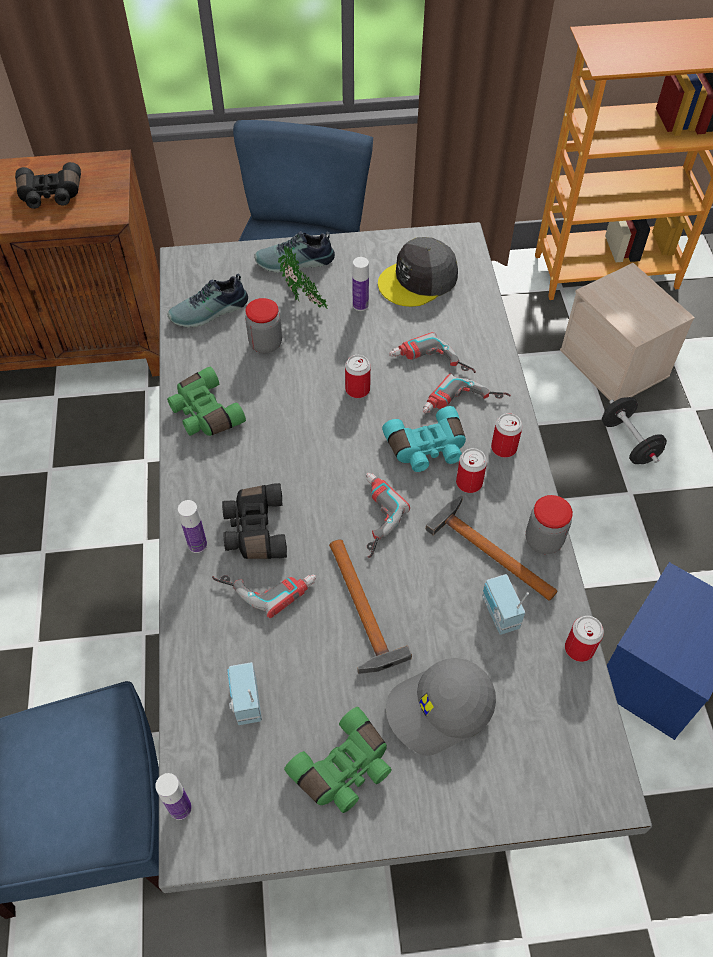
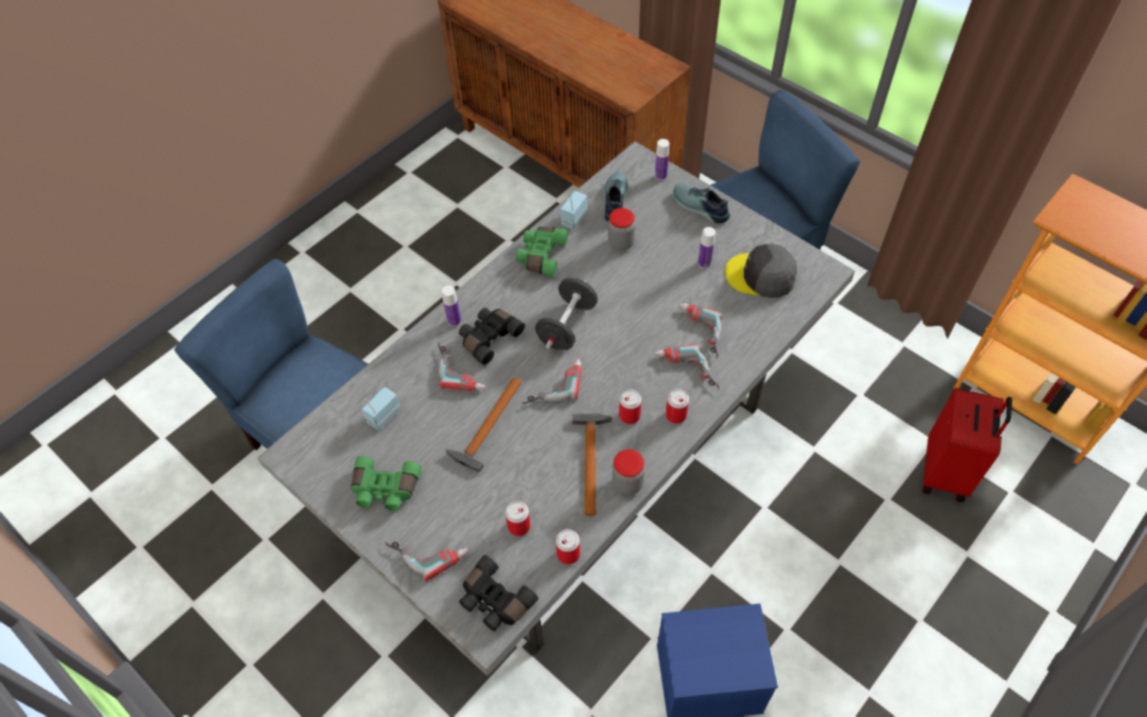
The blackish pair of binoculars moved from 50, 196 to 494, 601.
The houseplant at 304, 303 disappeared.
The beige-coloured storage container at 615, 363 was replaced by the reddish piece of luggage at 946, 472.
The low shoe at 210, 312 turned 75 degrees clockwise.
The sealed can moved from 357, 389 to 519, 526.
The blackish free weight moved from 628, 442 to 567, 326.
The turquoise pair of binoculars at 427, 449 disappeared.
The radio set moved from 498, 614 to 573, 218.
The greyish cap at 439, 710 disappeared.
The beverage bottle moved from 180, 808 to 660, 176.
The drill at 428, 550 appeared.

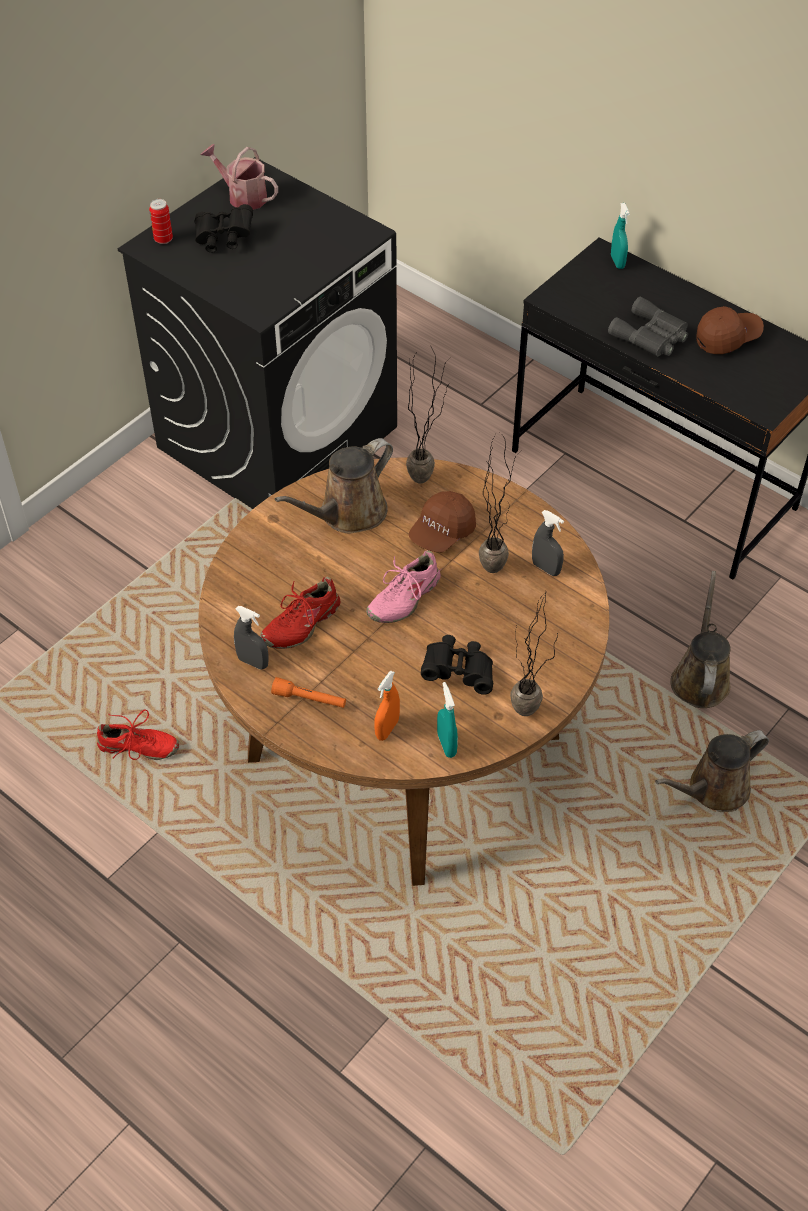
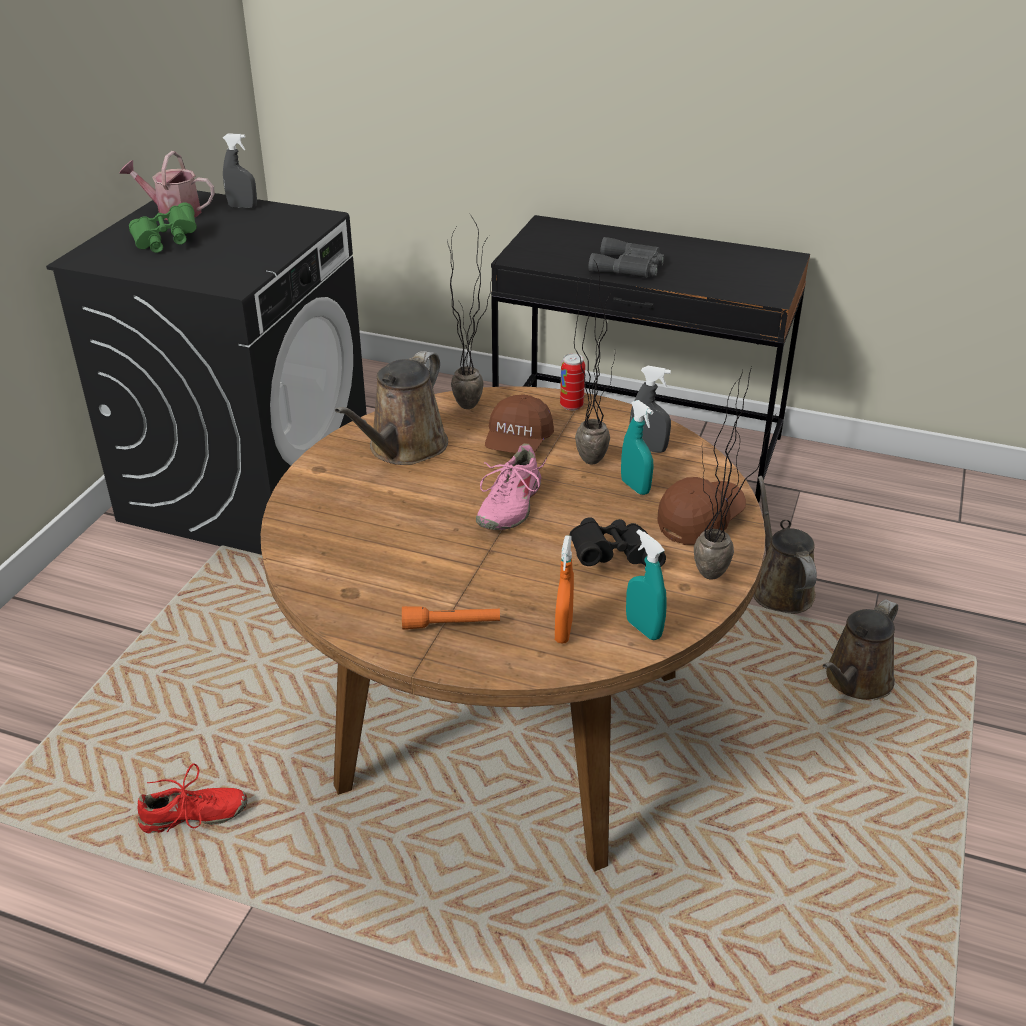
The sealed can moved from 163, 239 to 571, 406.
The turquoise hand sprayer moved from 617, 262 to 635, 487.
The blackish pair of binoculars at 223, 239 became the green pair of binoculars at 166, 242.
The brown-coloured cap moved from 727, 338 to 700, 520.
The reddish low shoe at 301, 623 disappeared.
The greyish hand sprayer moved from 253, 662 to 242, 207.

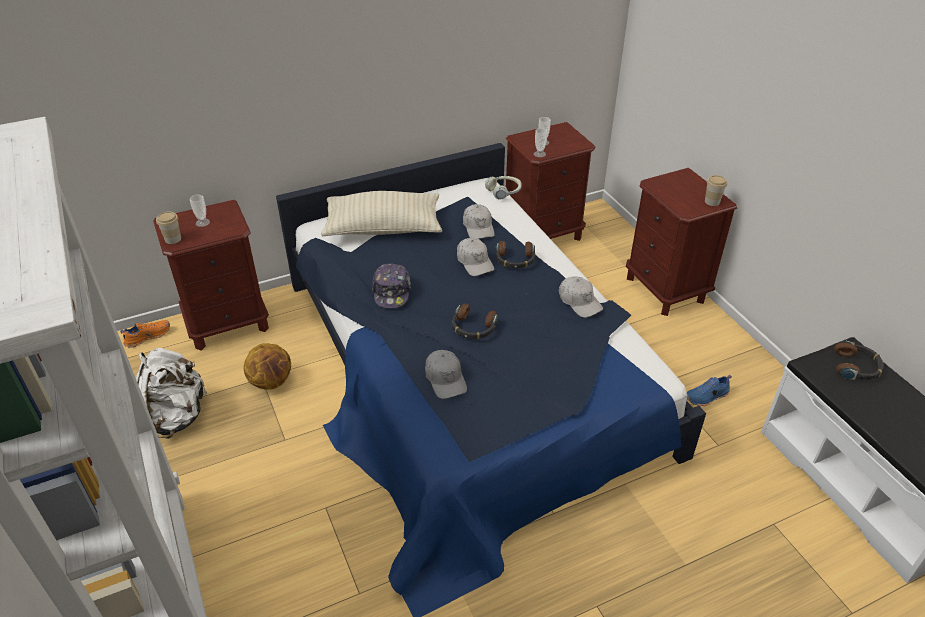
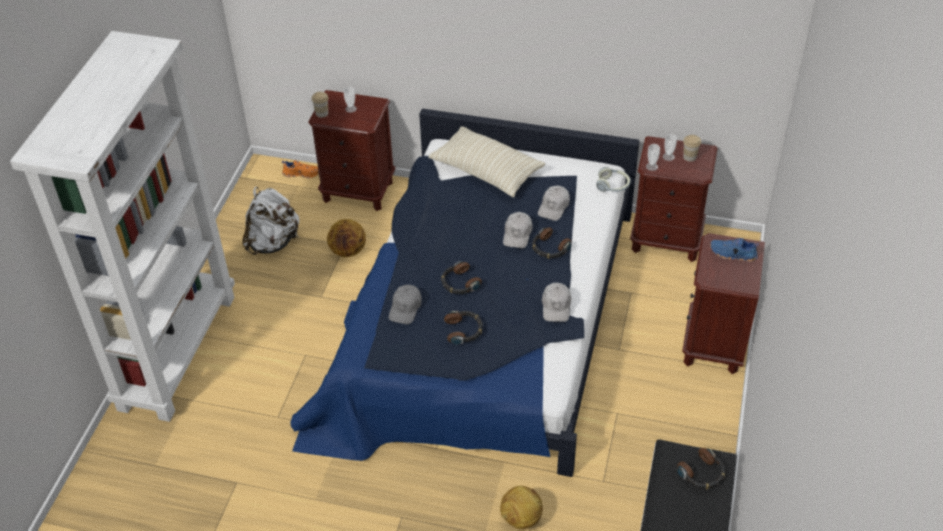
The small cup moved from 712, 202 to 689, 157.
The cap at 392, 292 disappeared.
The blue-coloured low shoe moved from 707, 397 to 732, 254.
The headphones at 464, 330 appeared.
The football ball at 521, 519 appeared.

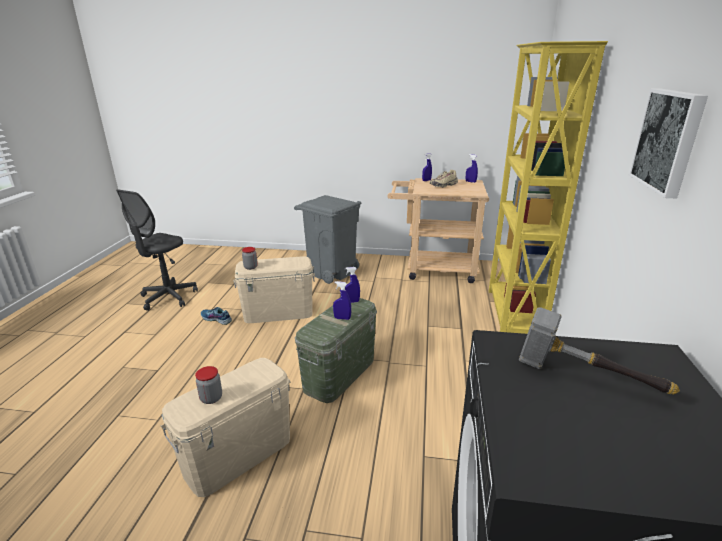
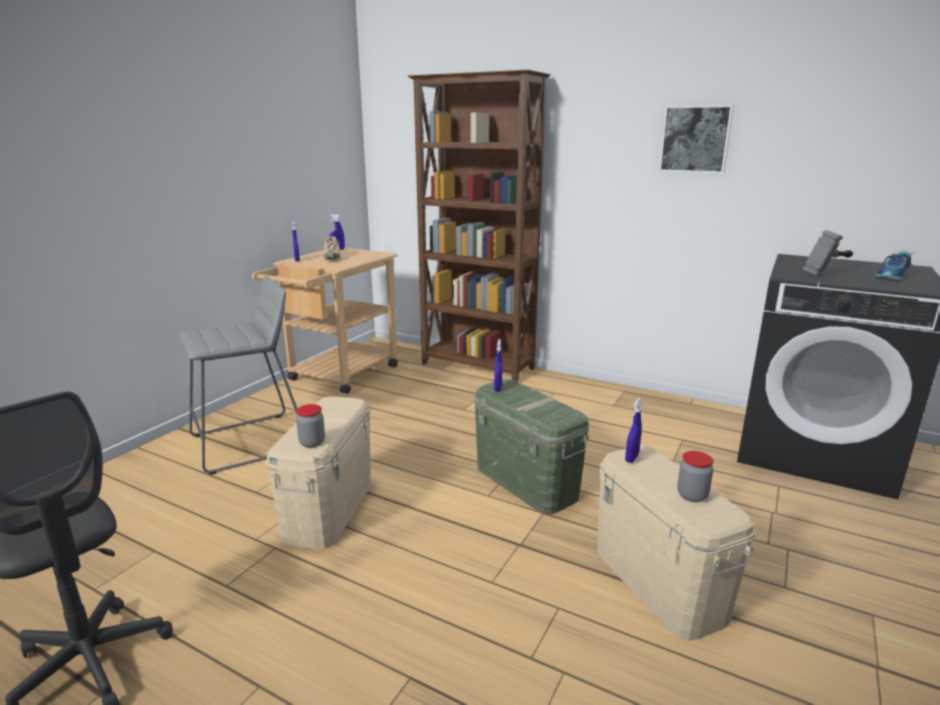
The yellowish shelving unit at 512, 315 became the brown-coloured shelving unit at 478, 367.
The greyish trash can at 330, 272 was replaced by the greyish sitting stool at 249, 443.
The blue-coloured hand sprayer moved from 342, 318 to 631, 458.
The low shoe moved from 216, 319 to 893, 277.

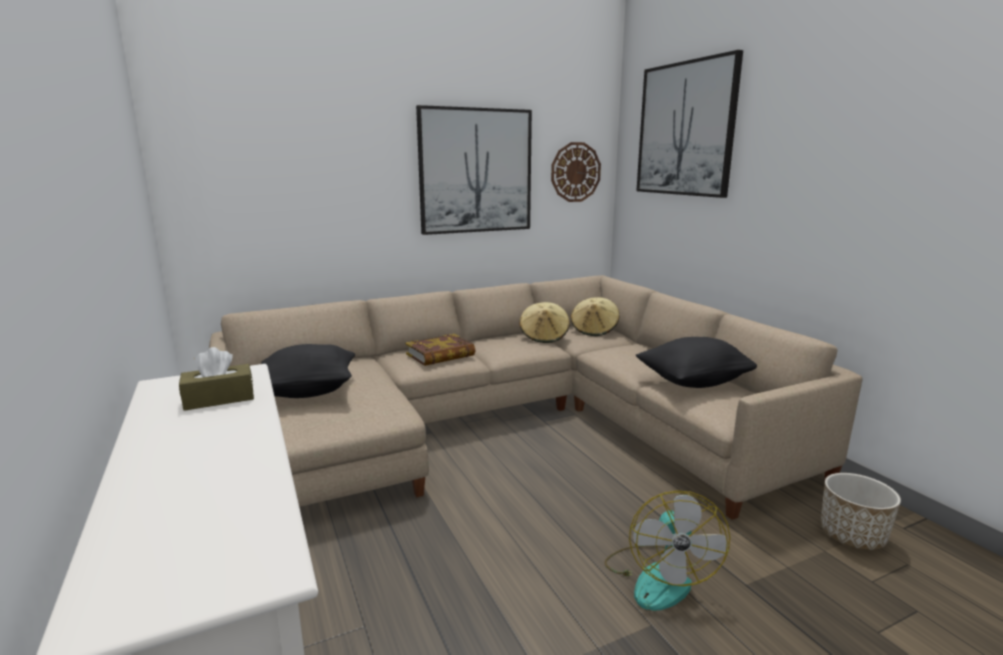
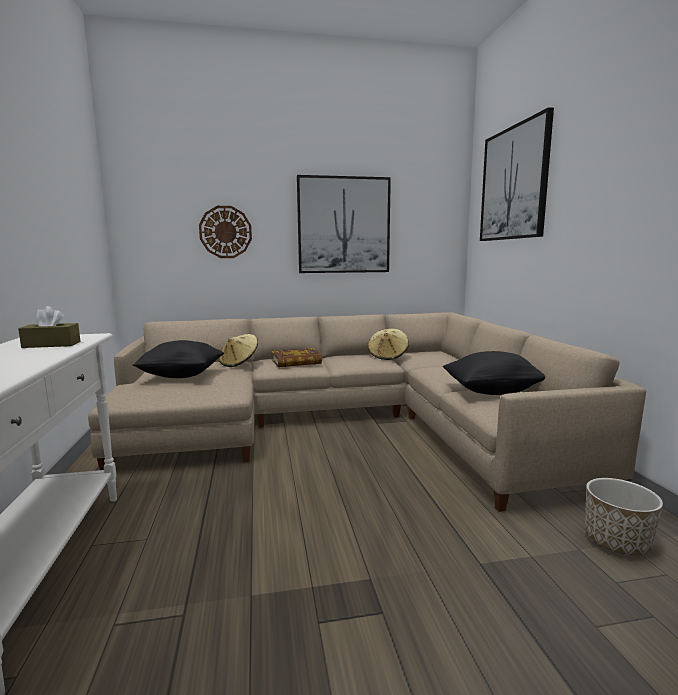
The clock on the wall moved from 575, 172 to 225, 232.
The beige-coloured wearable hat moved from 594, 330 to 239, 363.
The cooling fan at 659, 577 disappeared.

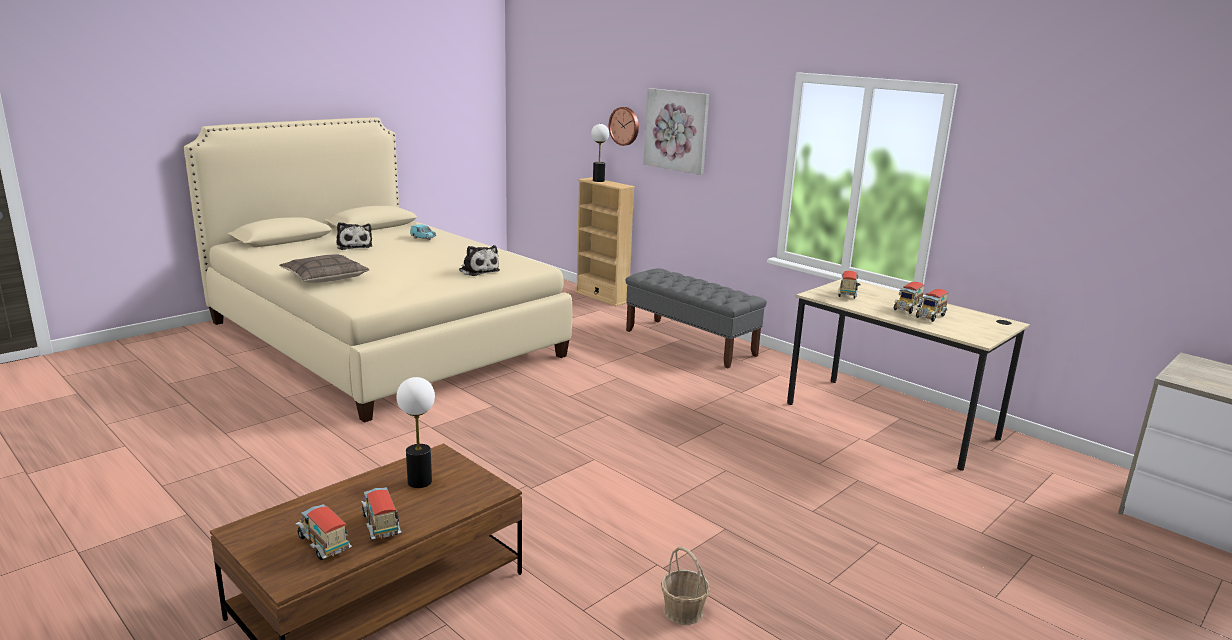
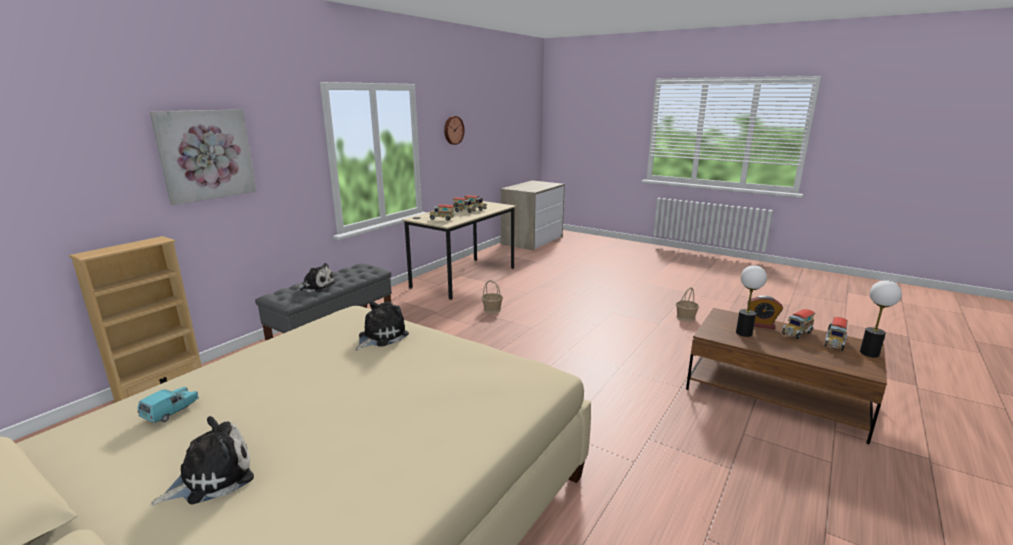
The clock on the wall moved from 625, 126 to 453, 130.
The tabletop lamp moved from 598, 181 to 869, 353.
The throw pillow at 325, 277 disappeared.
The cuddly toy at 316, 287 appeared.
The storage basket at 492, 309 appeared.
The table clock at 761, 325 appeared.

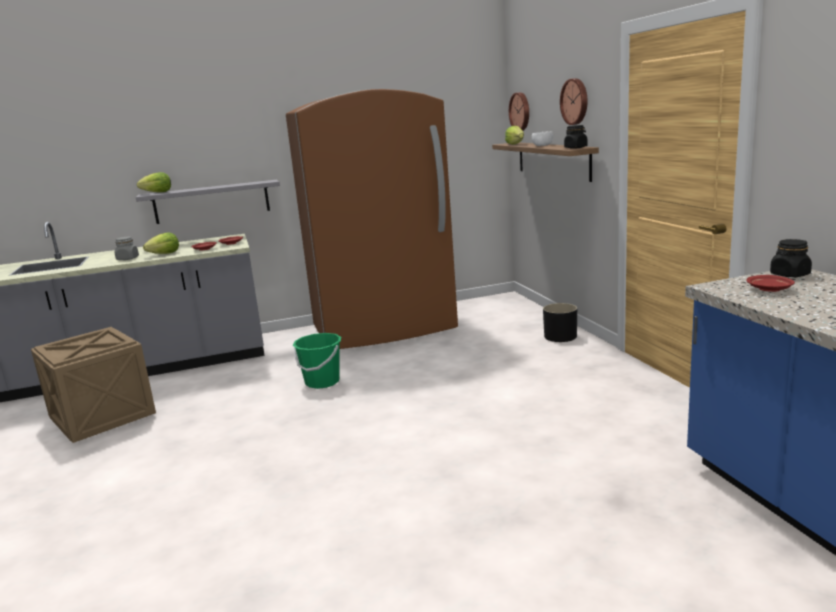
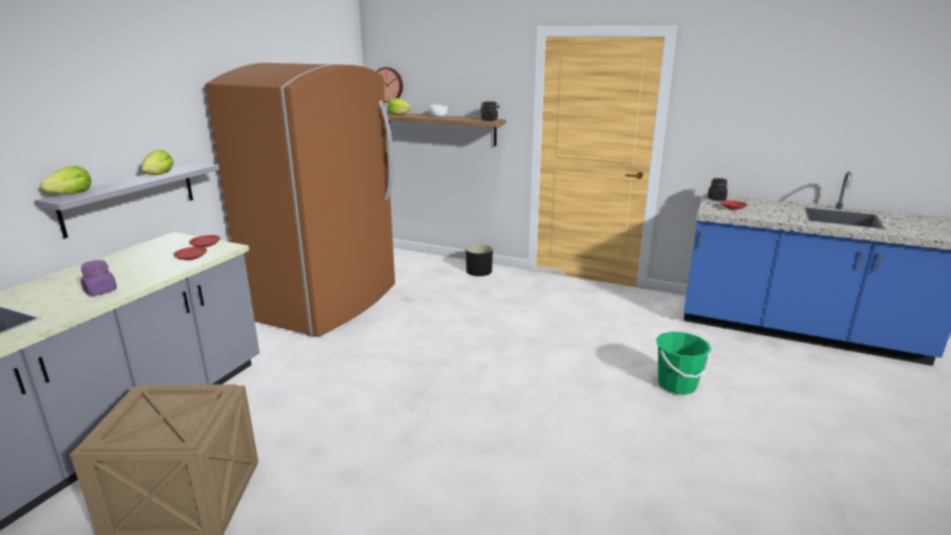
The clock on the wall at 575, 101 disappeared.
The lettuce moved from 165, 254 to 159, 175.
The greyish jar at 127, 258 became the purple jar at 101, 291.
The green bucket moved from 322, 382 to 677, 385.

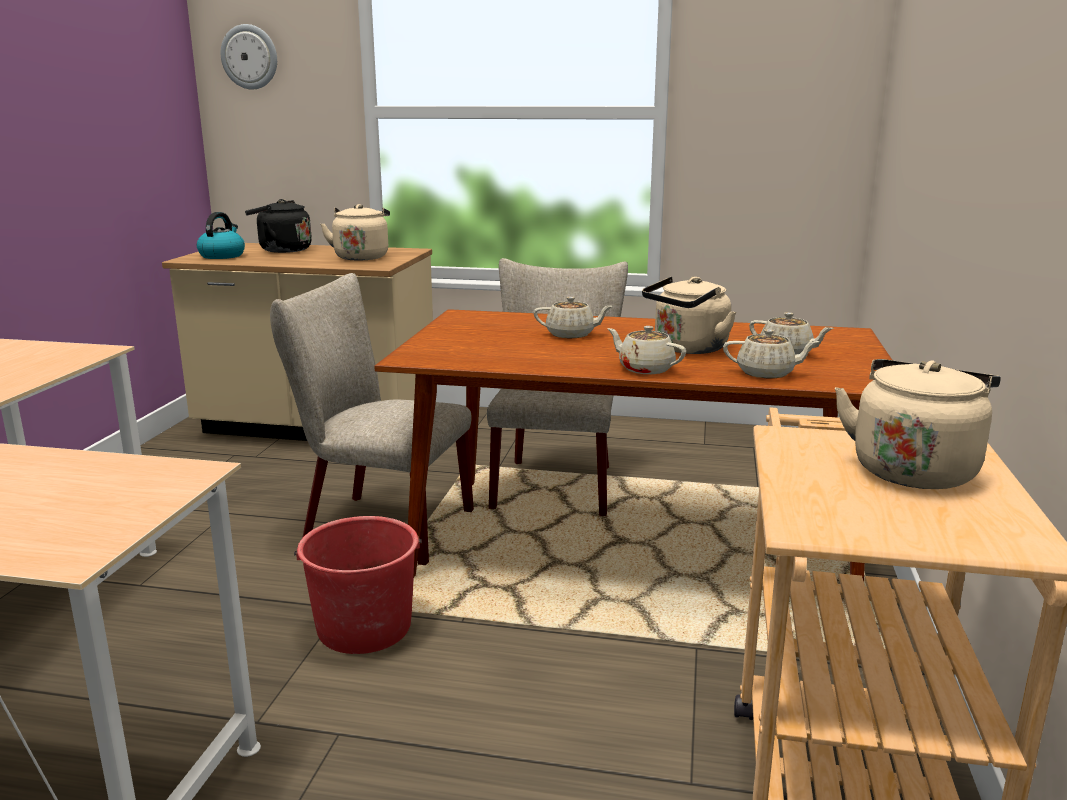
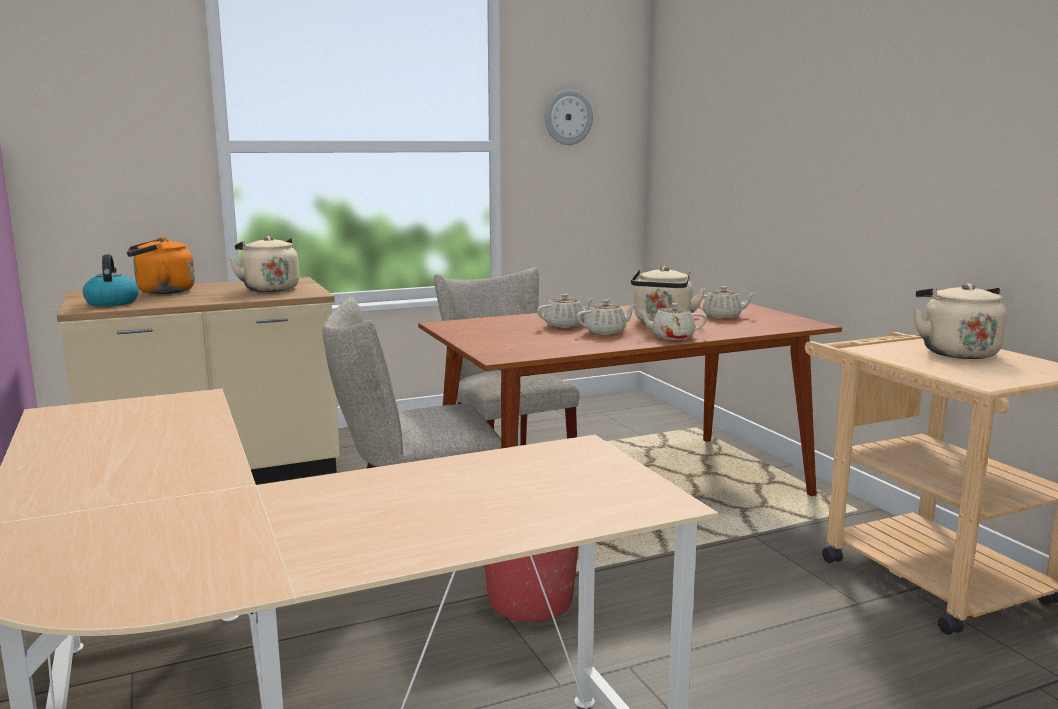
The clock on the wall moved from 250, 57 to 568, 117.
The blackish tea kettle at 282, 250 became the orange tea kettle at 162, 292.
The beige-coloured pot for tea moved from 767, 373 to 606, 332.

